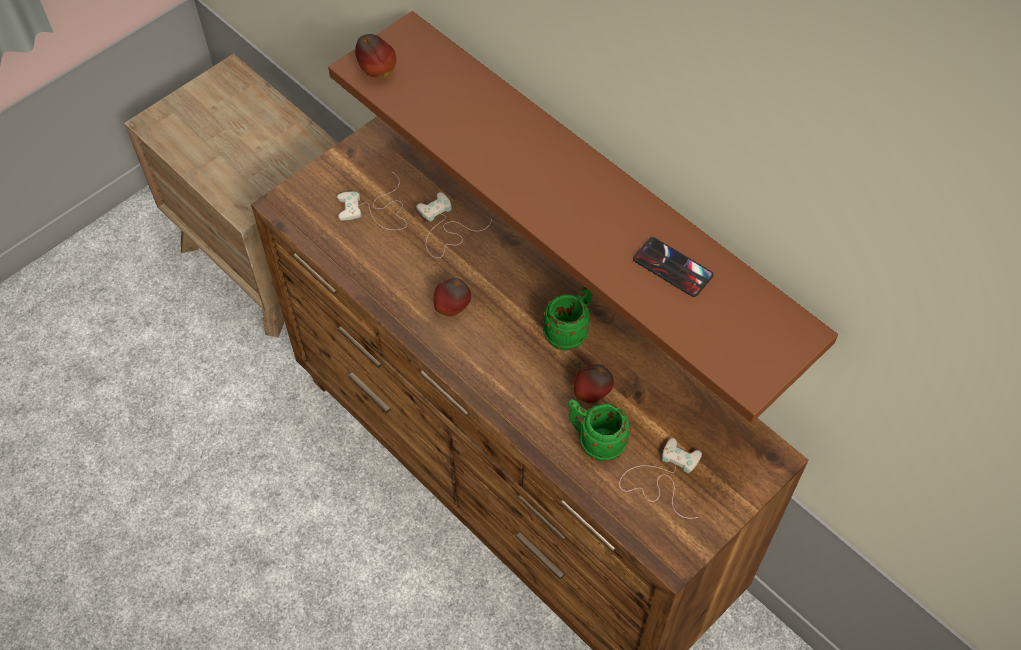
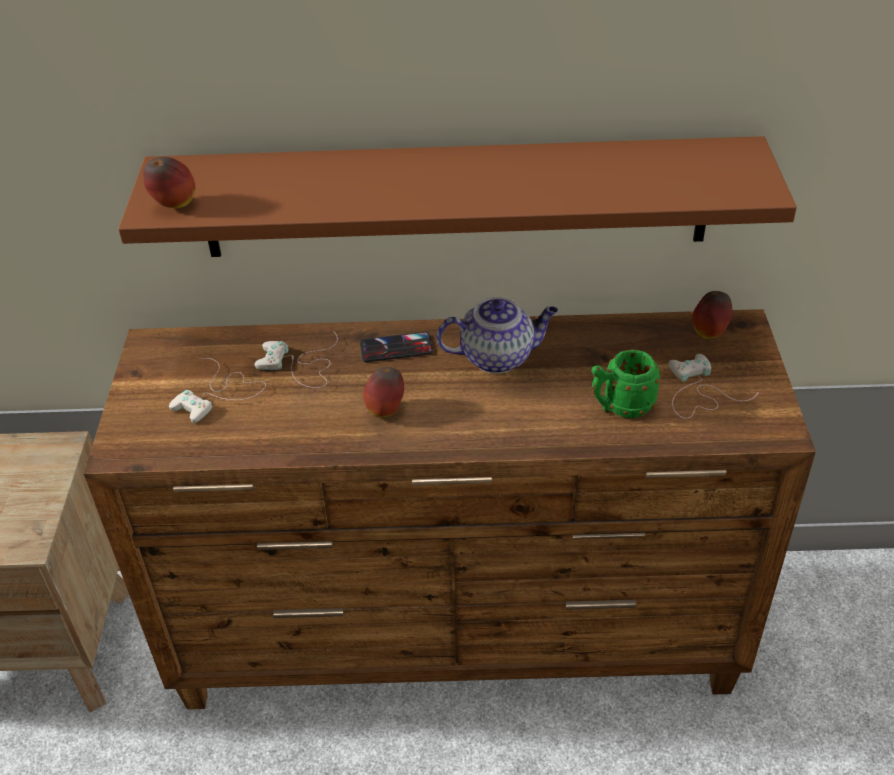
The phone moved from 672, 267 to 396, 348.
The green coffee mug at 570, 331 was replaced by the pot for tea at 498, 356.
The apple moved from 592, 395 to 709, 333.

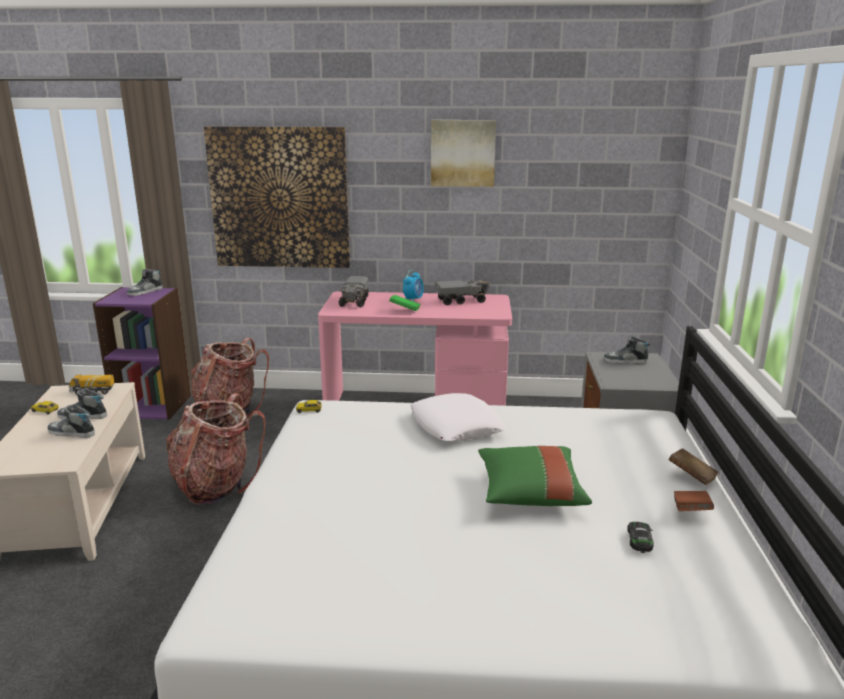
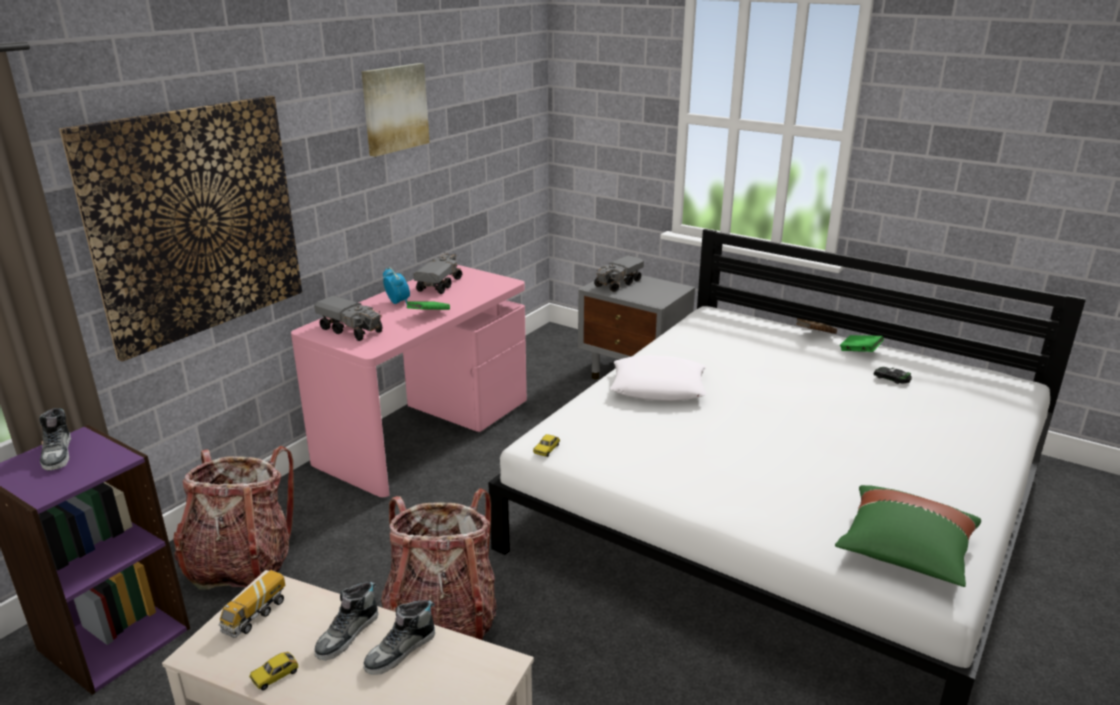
The low shoe at 625, 361 was replaced by the toy lorry at 618, 283.
The green throw pillow moved from 530, 493 to 904, 552.
The brown-coloured bound book at 691, 511 became the green bound book at 860, 352.

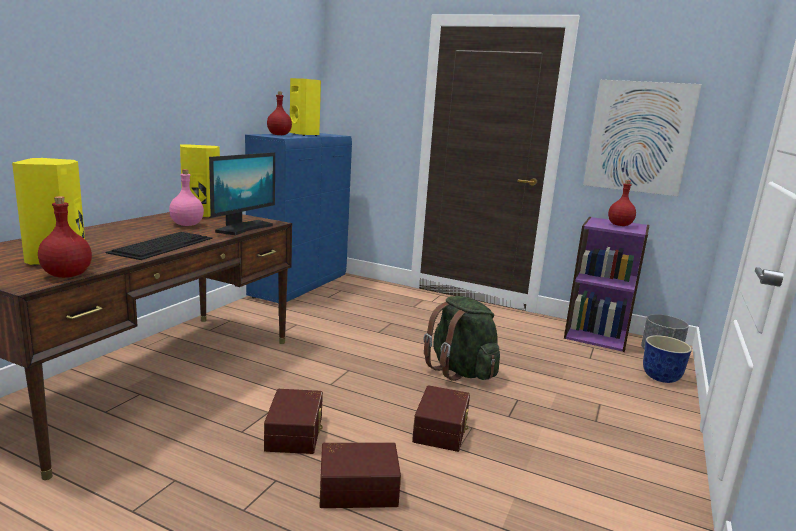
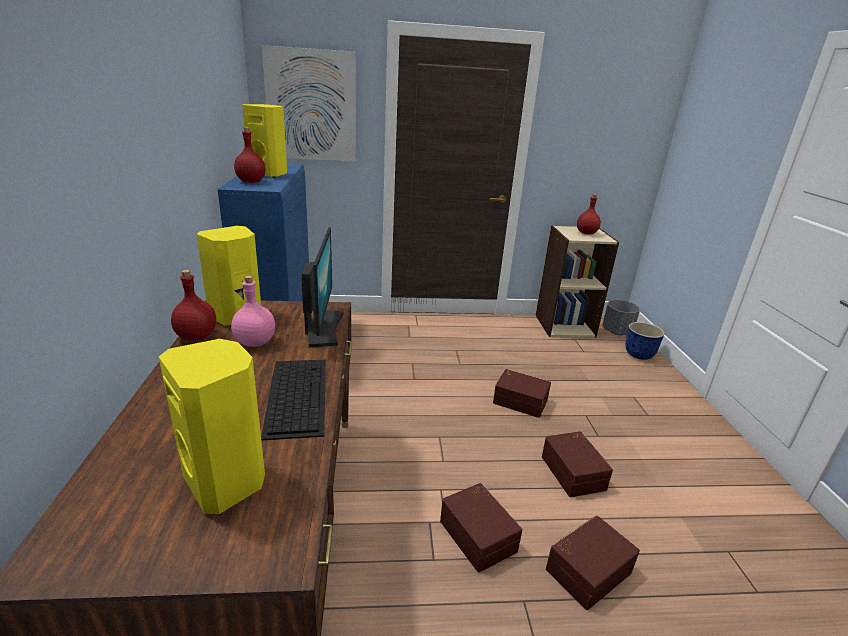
The wall art moved from 639, 137 to 311, 106.
The reddish beverage bottle moved from 67, 275 to 196, 336.
The purple shelving unit at 596, 335 became the beige-coloured shelving unit at 564, 325.
The green knapsack at 460, 371 was replaced by the brown-coloured storage container at 520, 400.

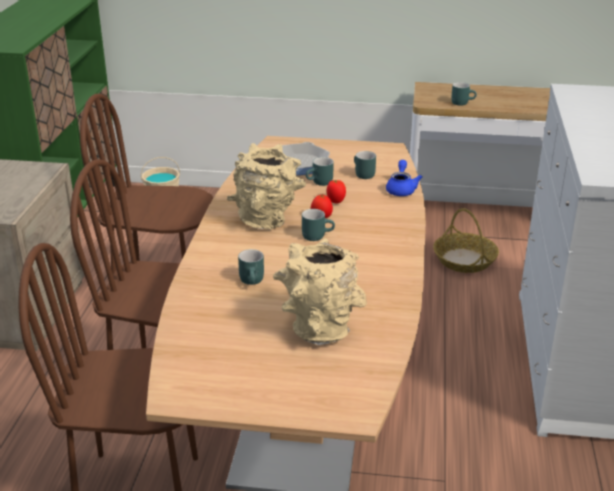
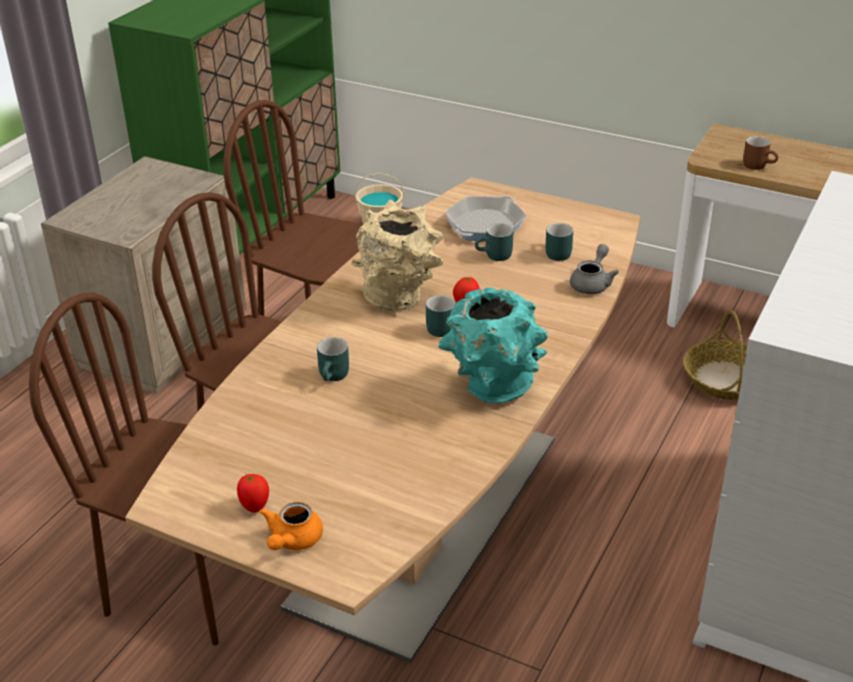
The turquoise coffee mug at 462, 102 became the brown-coloured coffee mug at 758, 165.
The blue-coloured pot for tea at 401, 189 became the greyish pot for tea at 592, 283.
The tomato moved from 335, 201 to 255, 506.
The beige-coloured flower vase at 318, 329 disappeared.
The turquoise flower vase at 493, 391 appeared.
The orange pot for tea at 292, 541 appeared.

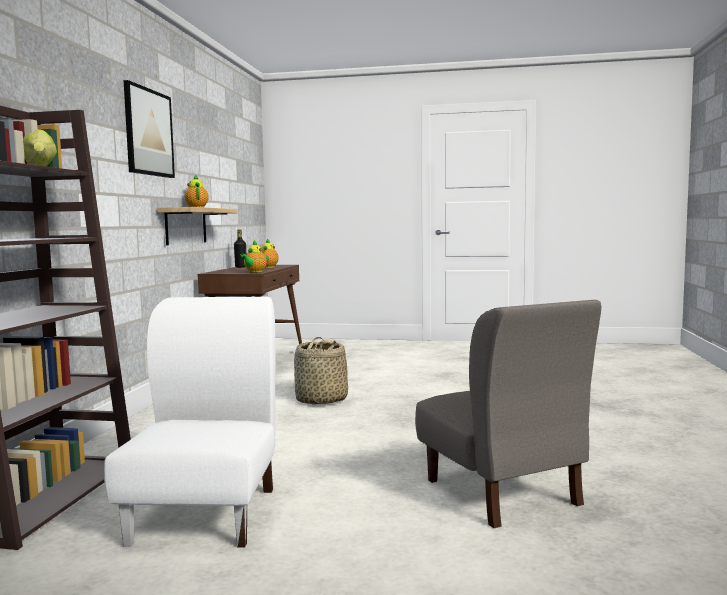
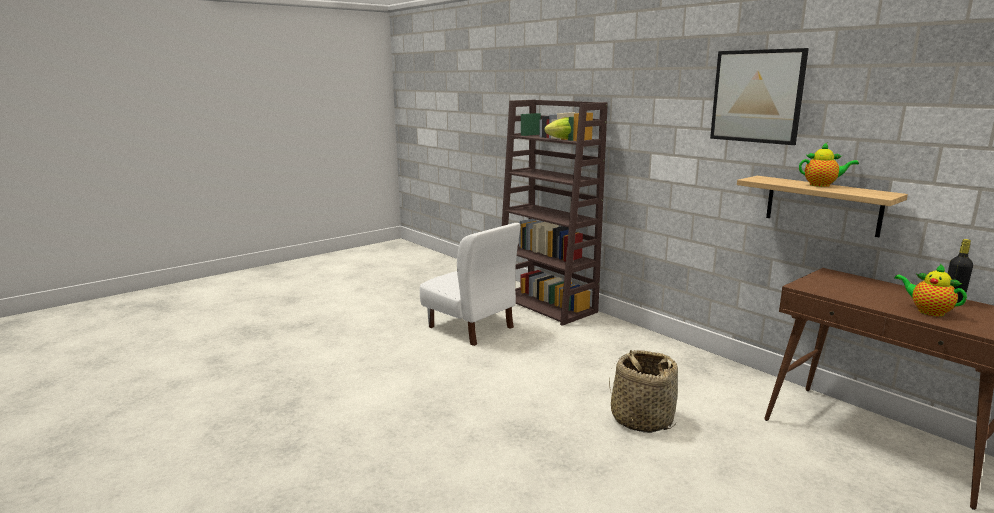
The pot for tea at 254, 272 disappeared.
The greyish upright chair at 502, 492 disappeared.

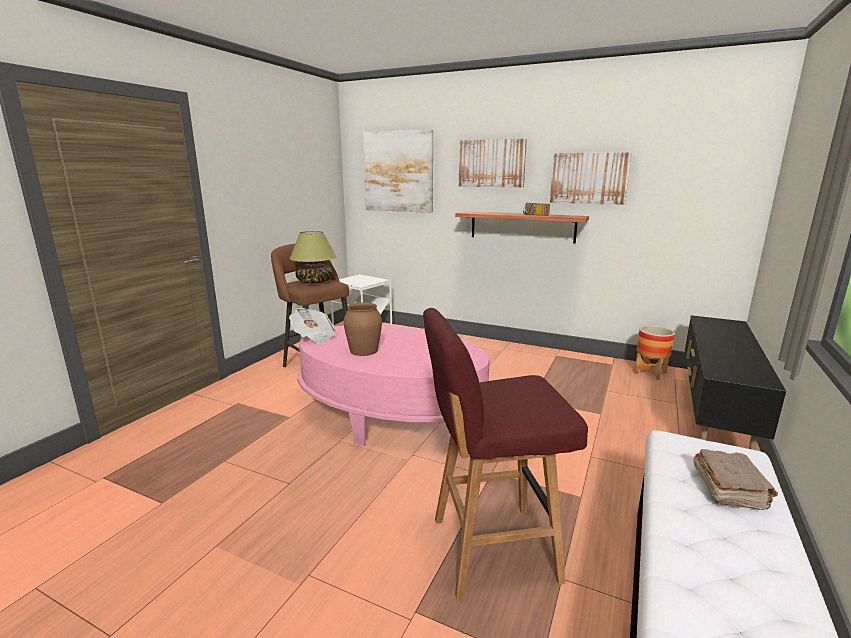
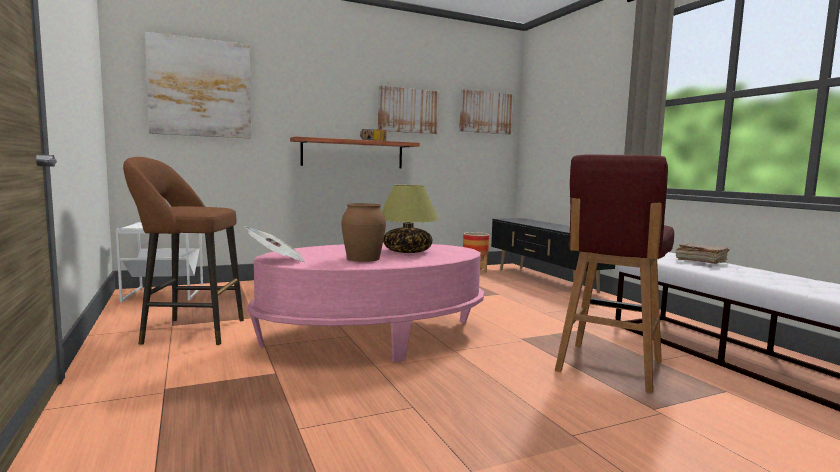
The wall art moved from 491, 163 to 486, 112.
The tabletop lamp moved from 315, 281 to 407, 251.

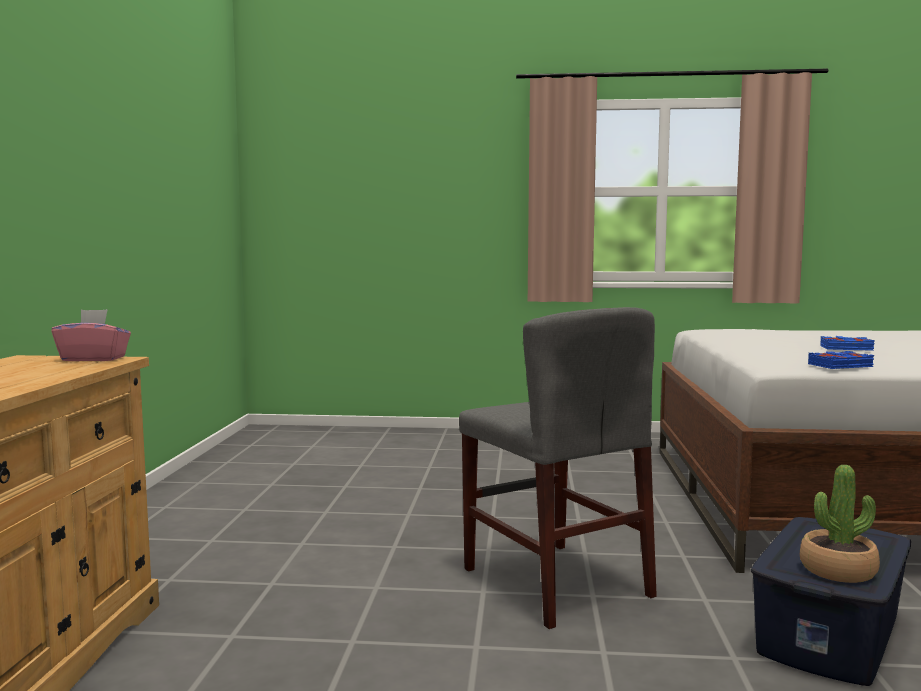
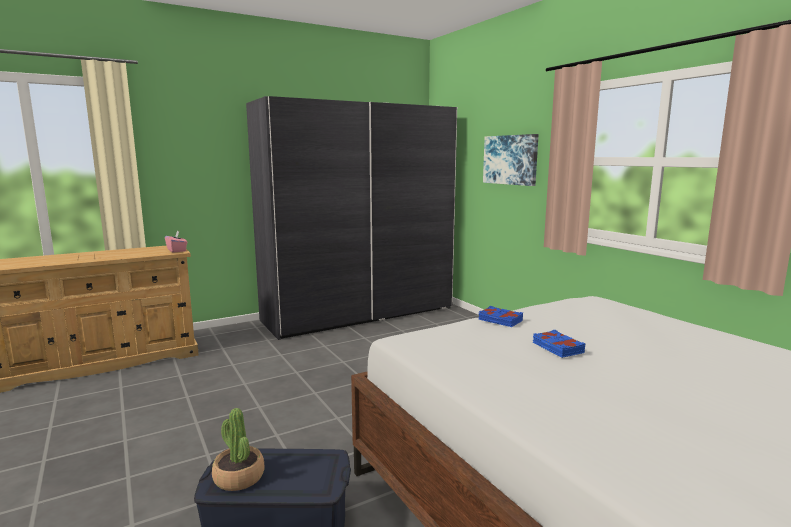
The greyish upright chair at 555, 582 disappeared.
The blue-coloured bound book moved from 840, 366 to 500, 320.
The greyish armoire at 359, 314 appeared.
The wall art at 510, 160 appeared.

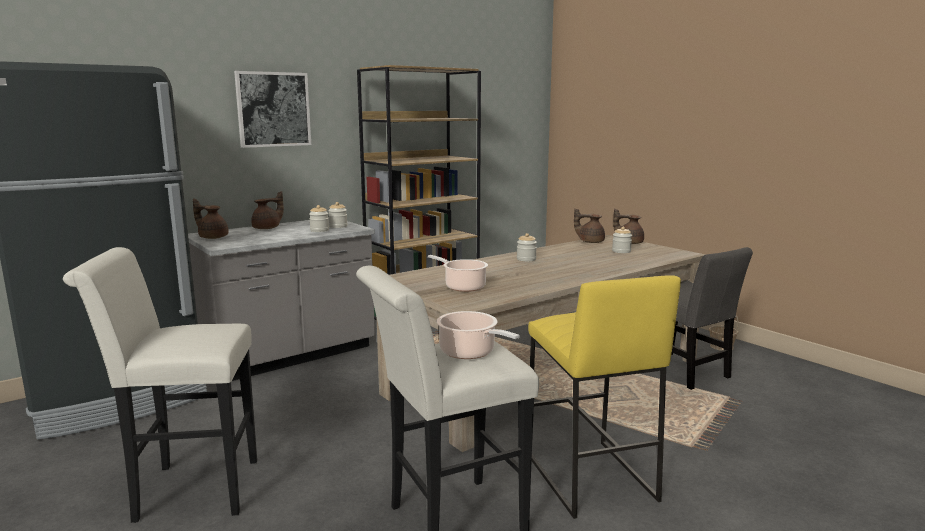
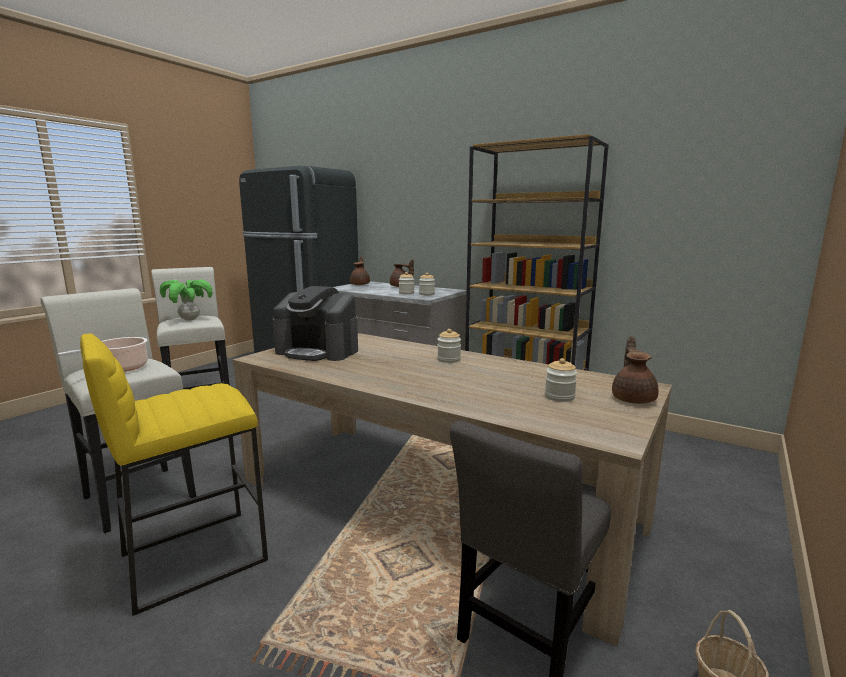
The wall art at 273, 109 disappeared.
The brown-coloured pot for tea at 590, 241 disappeared.
The saucepot at 463, 287 was replaced by the coffee maker at 318, 351.
The houseplant at 190, 319 appeared.

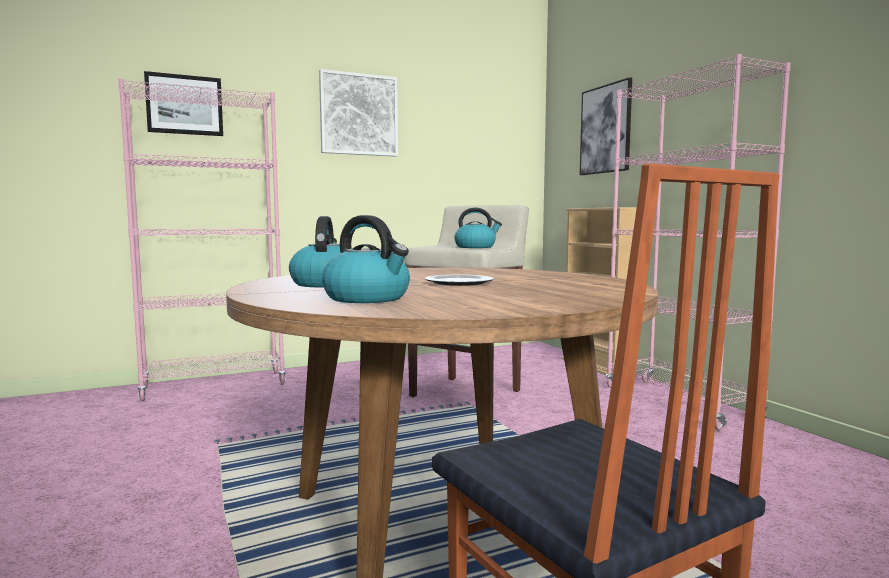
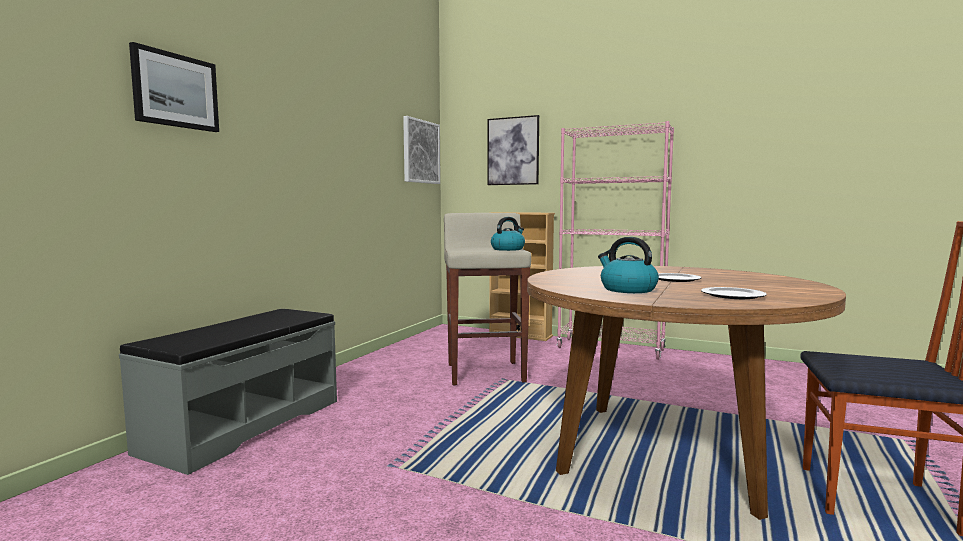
The wall art moved from 359, 115 to 420, 152.
The pink-coloured shelving unit at 214, 386 was replaced by the greyish long seat at 244, 425.
The tea kettle at 368, 298 was replaced by the dinner plate at 731, 295.

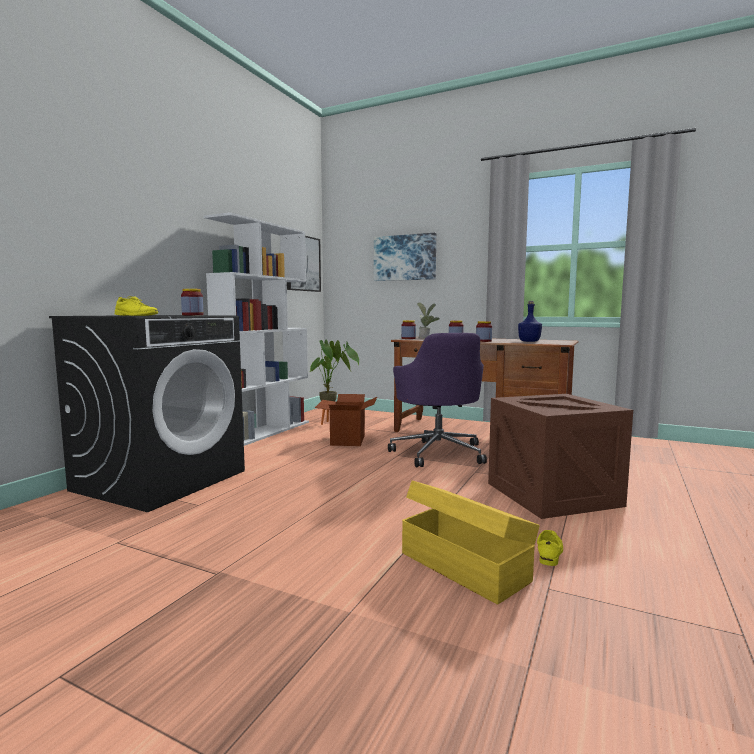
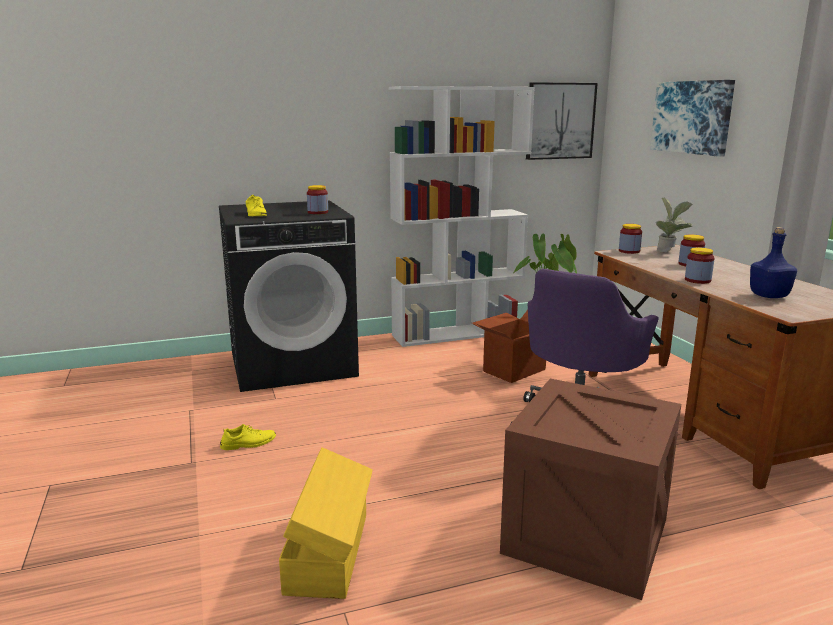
The yellowish low shoe moved from 549, 552 to 248, 443.

